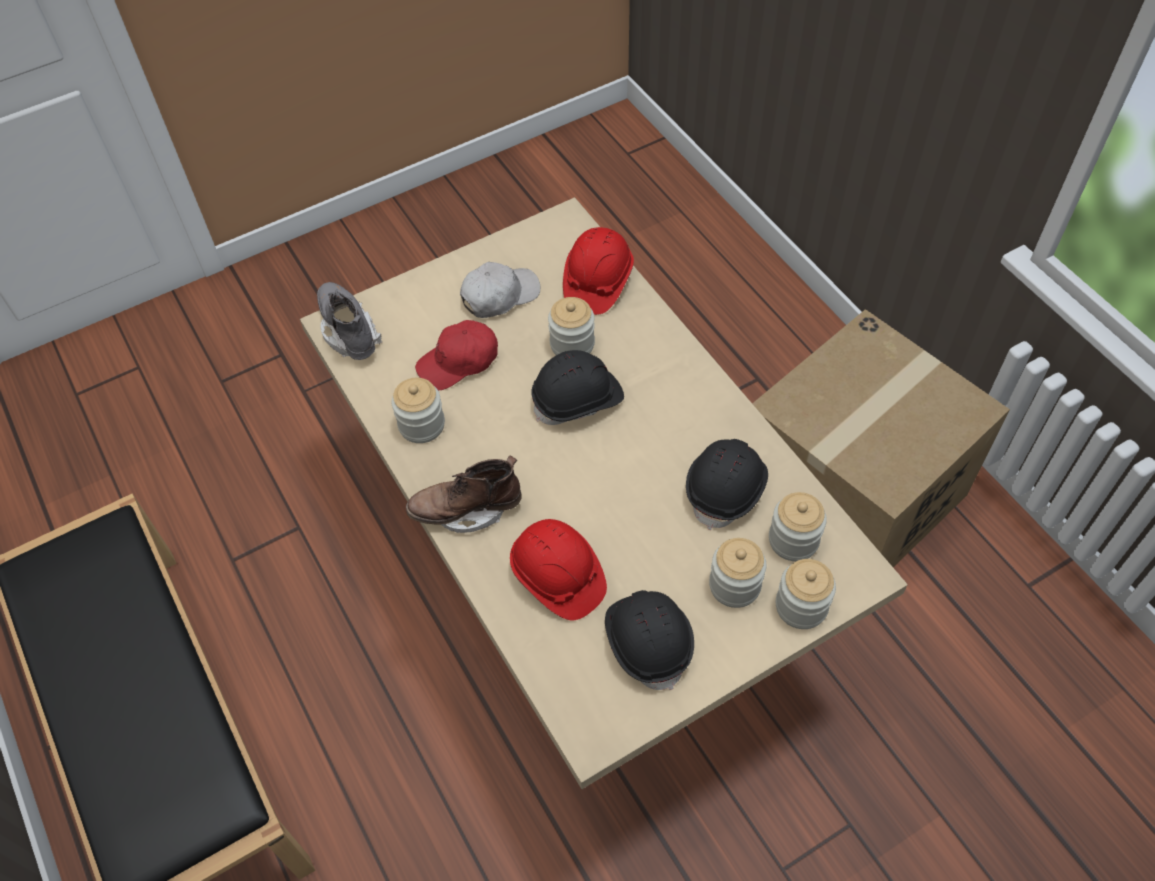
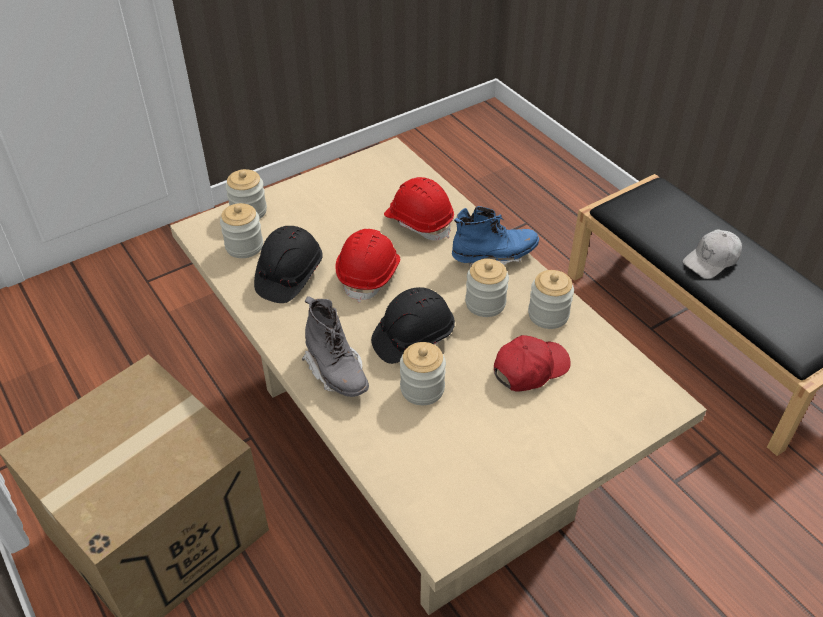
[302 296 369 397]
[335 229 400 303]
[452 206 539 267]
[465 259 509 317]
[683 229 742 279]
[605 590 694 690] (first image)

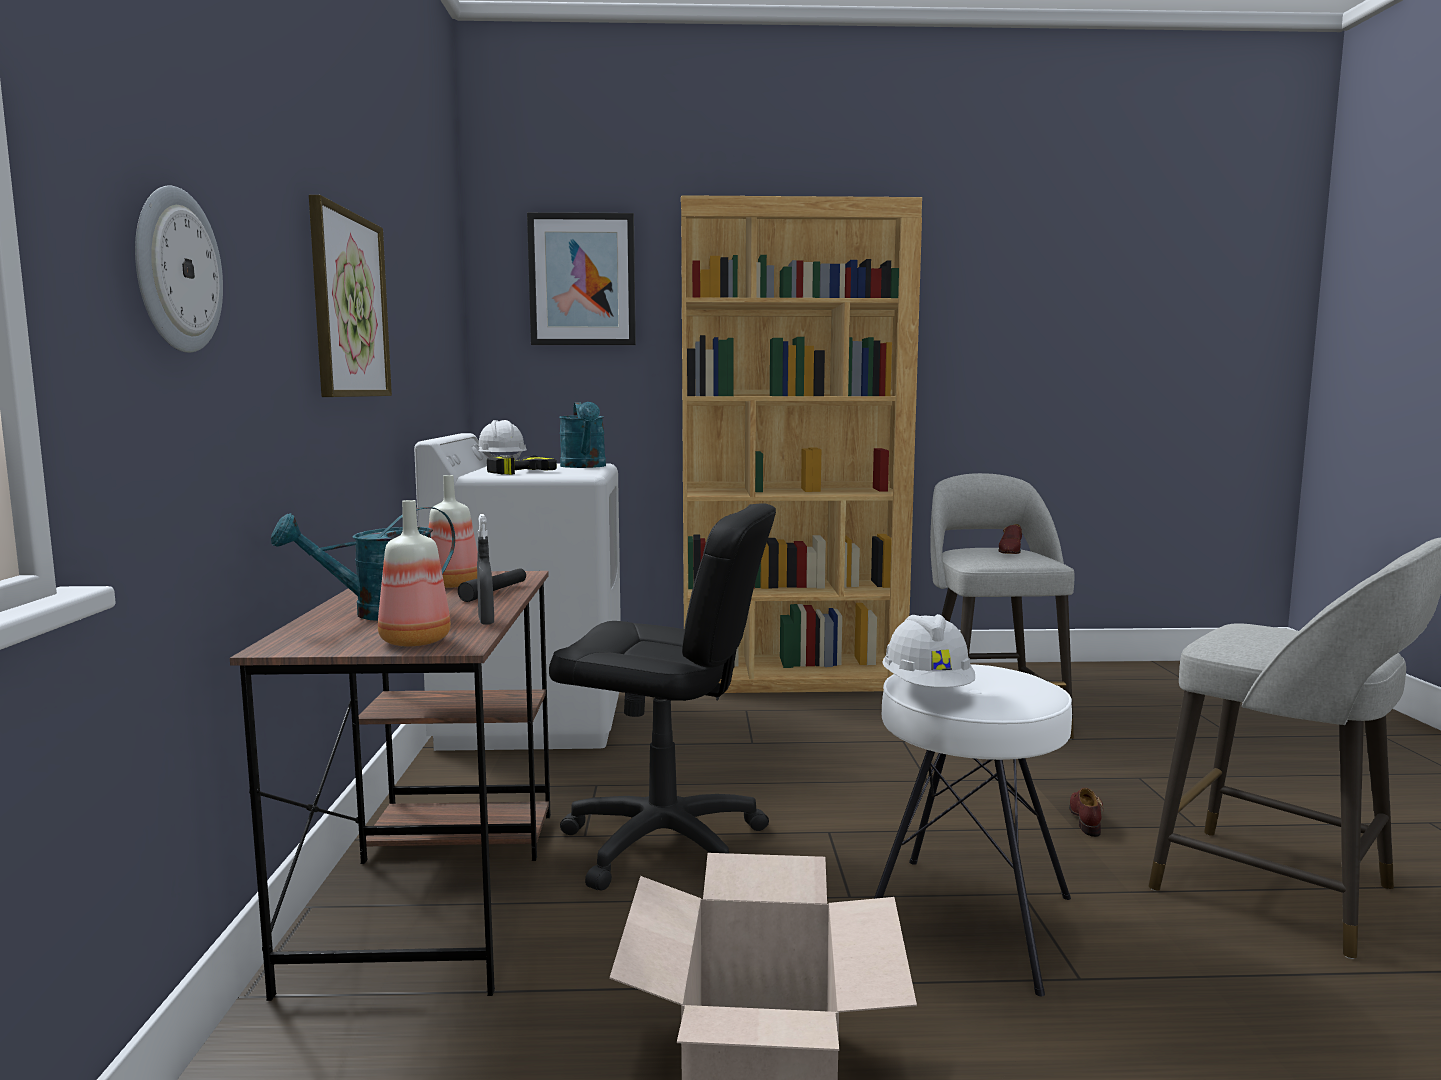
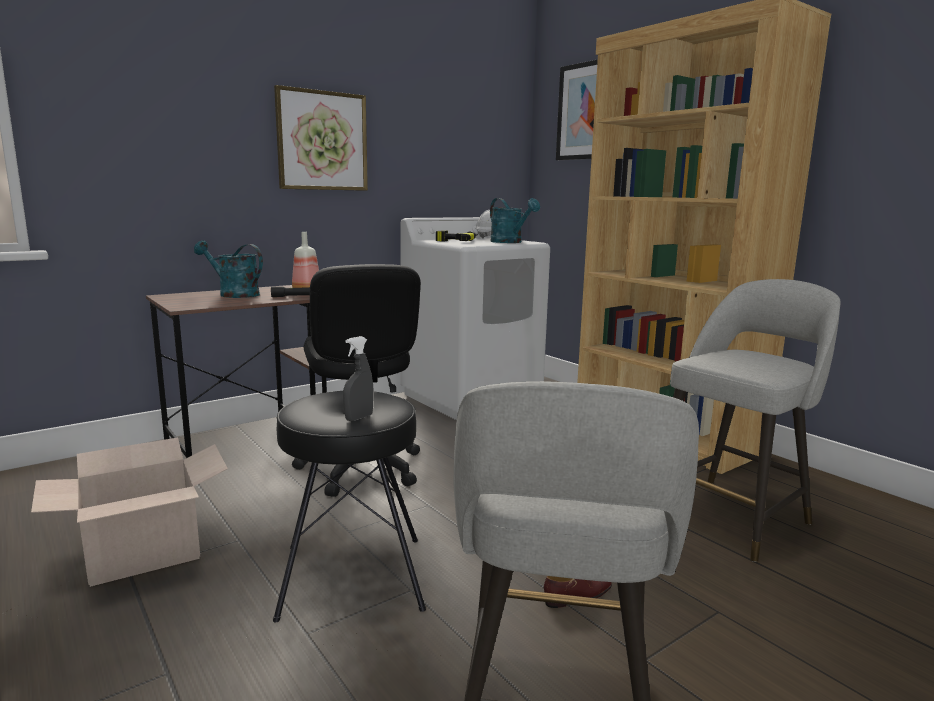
[273 391 426 622]
[343 336 374 421]
[490 198 540 243]
[135 185 223 353] (first image)
[378 500 451 646] (first image)
[882 614 975 688] (first image)
[999 524 1022 554] (first image)

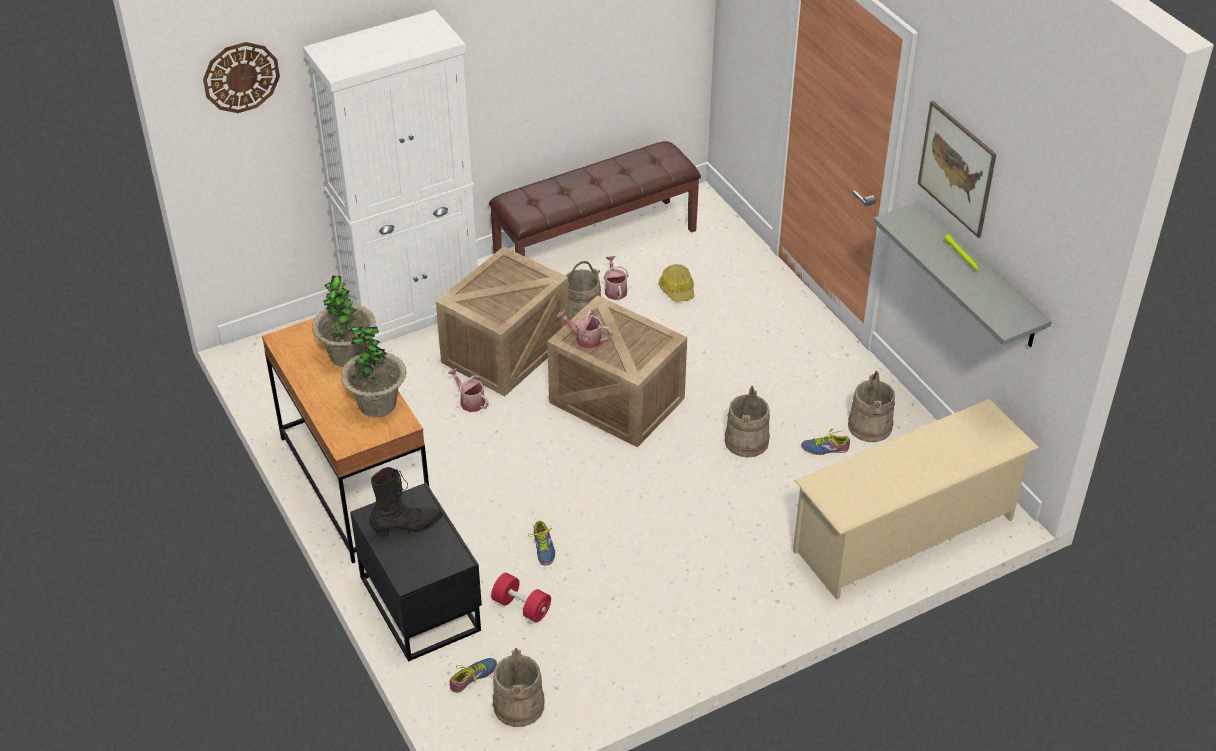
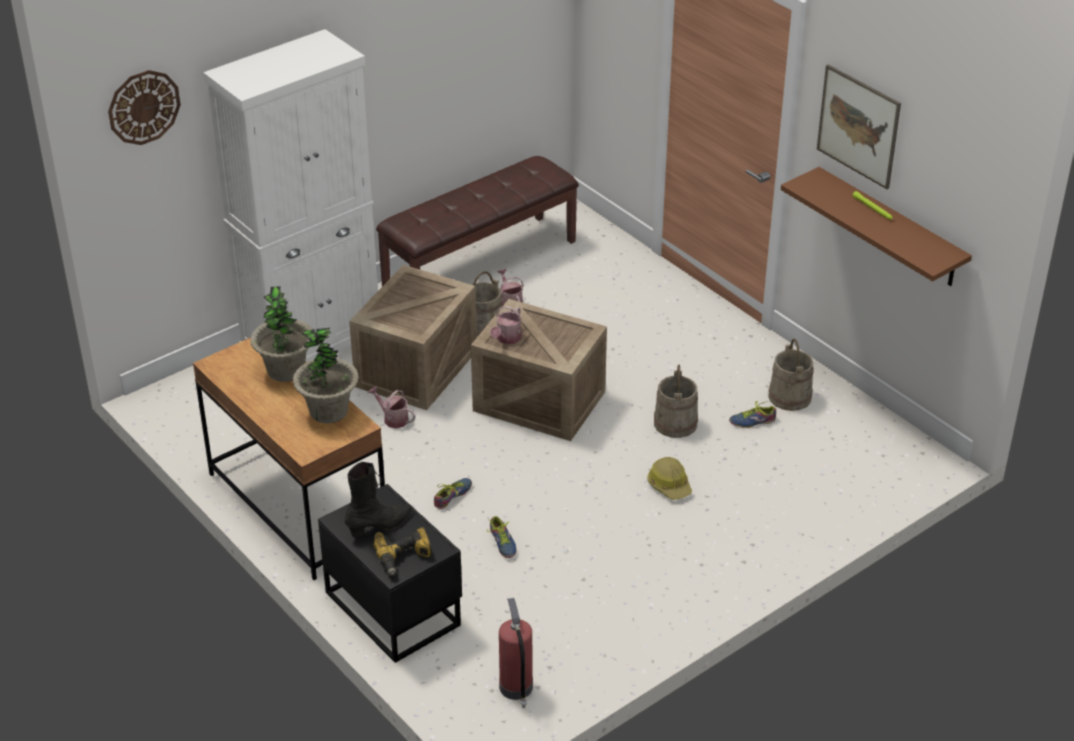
[373 528 432 575]
[434 478 472 509]
[490 306 522 344]
[499 598 533 708]
[647 457 692 500]
[781 167 972 286]
[491 573 551 622] (first image)
[793 399 1039 600] (first image)

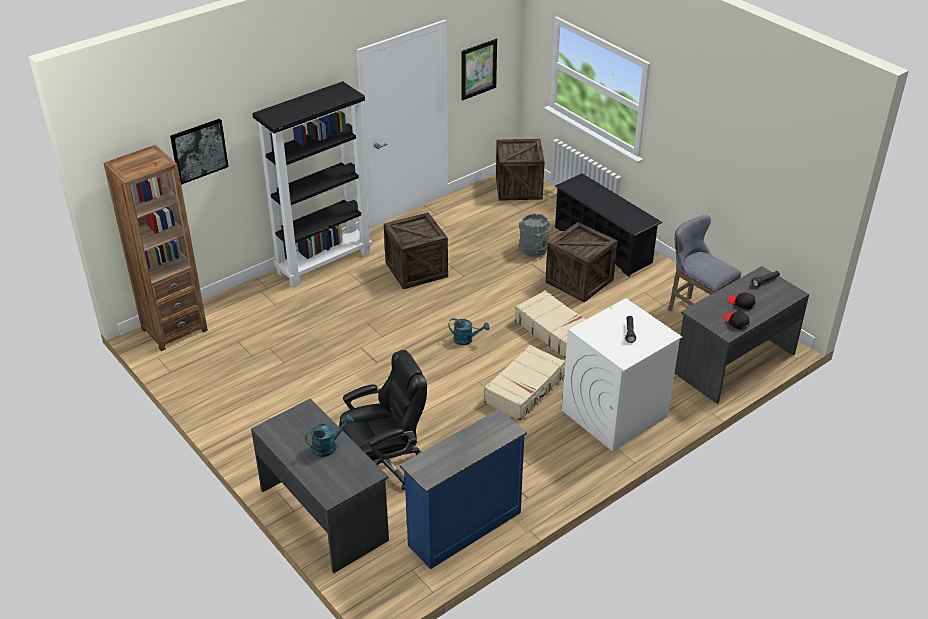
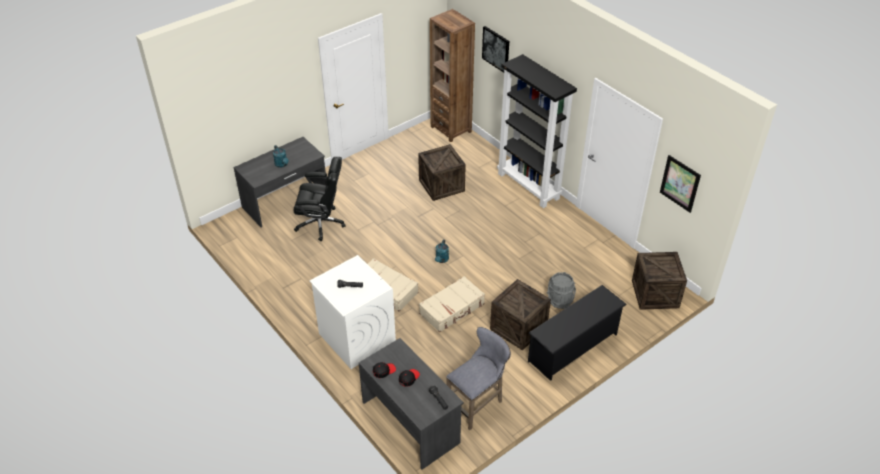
[294 157 346 241]
[418 144 466 201]
[400 409 527 569] (first image)

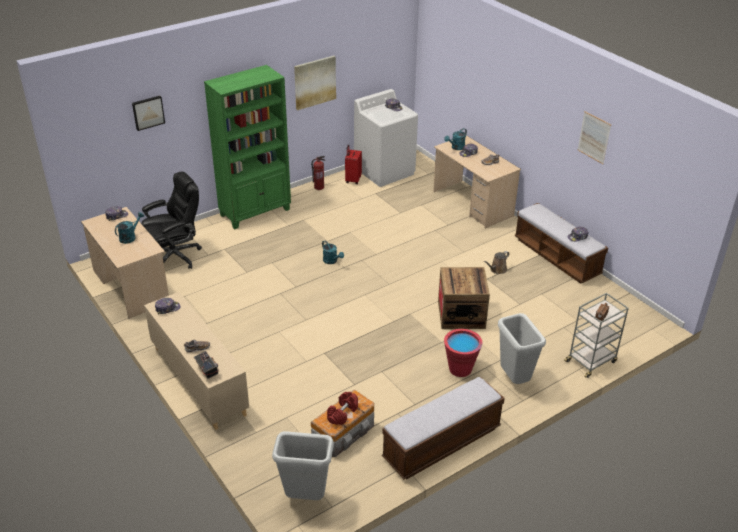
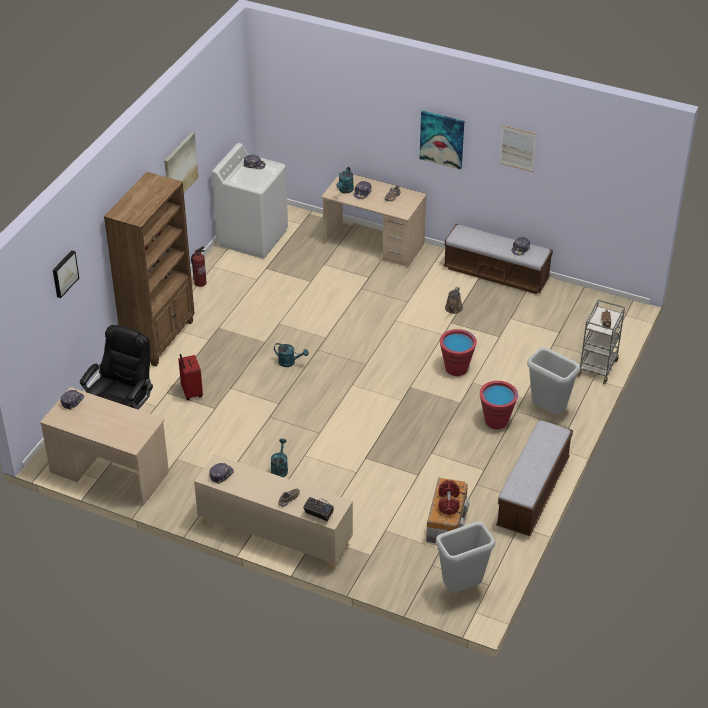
[104 172 195 367]
[178 354 203 400]
[271 439 288 477]
[420 111 464 170]
[440 329 477 376]

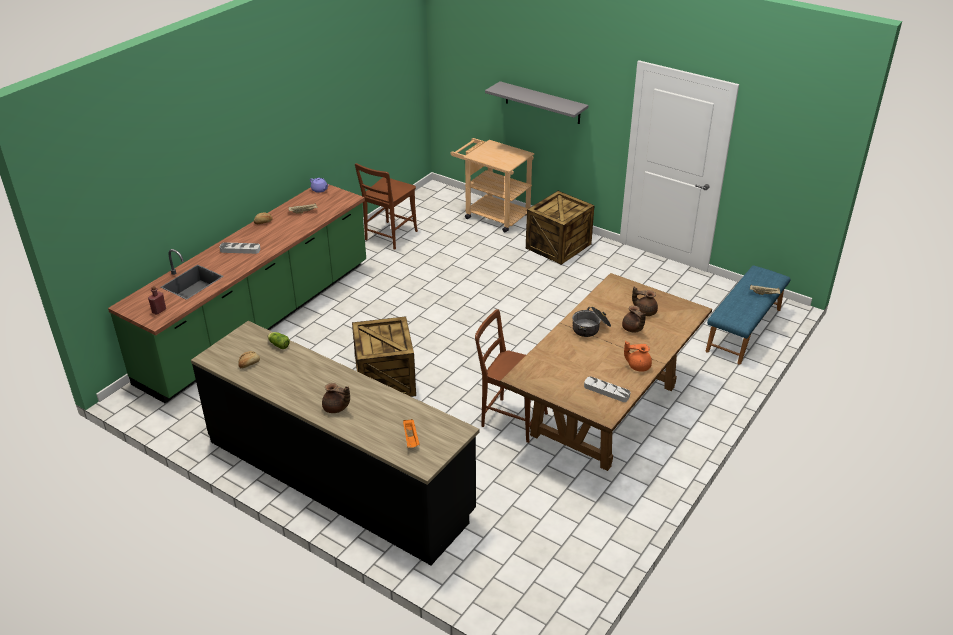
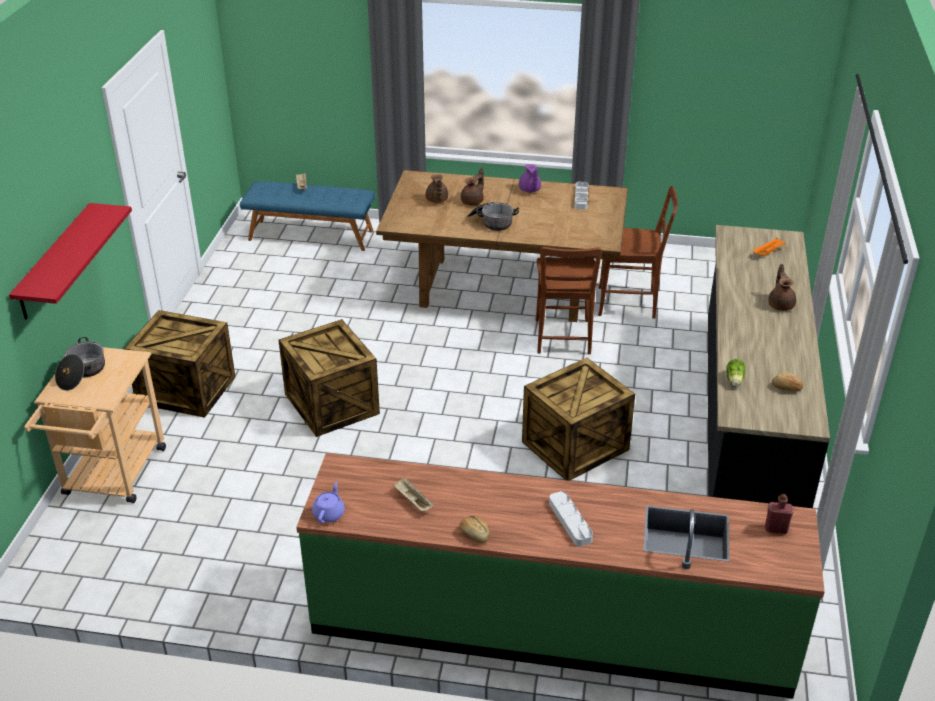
[9 203 132 319]
[55 337 105 391]
[279 319 380 437]
[519 164 541 192]
[598 186 678 319]

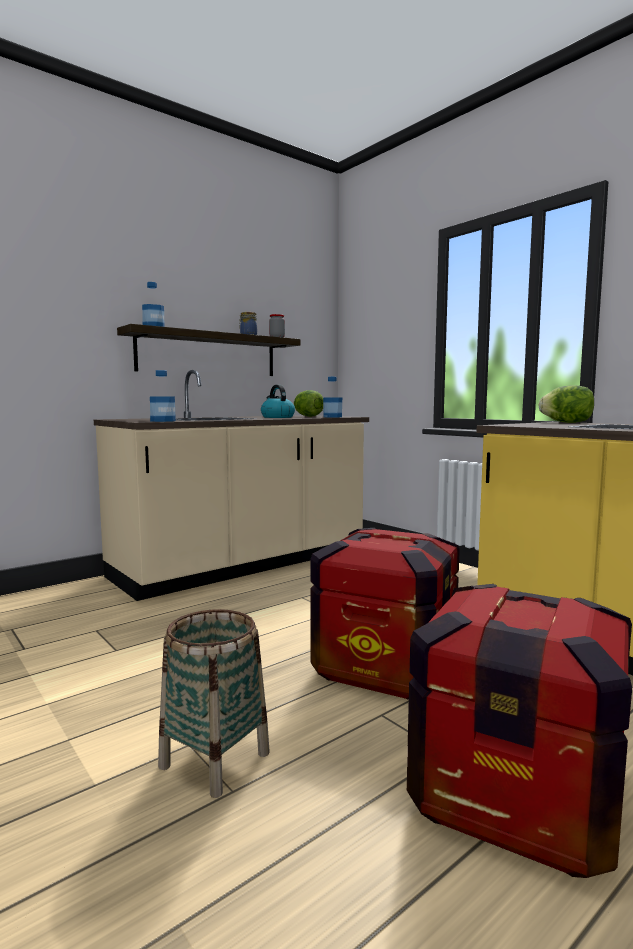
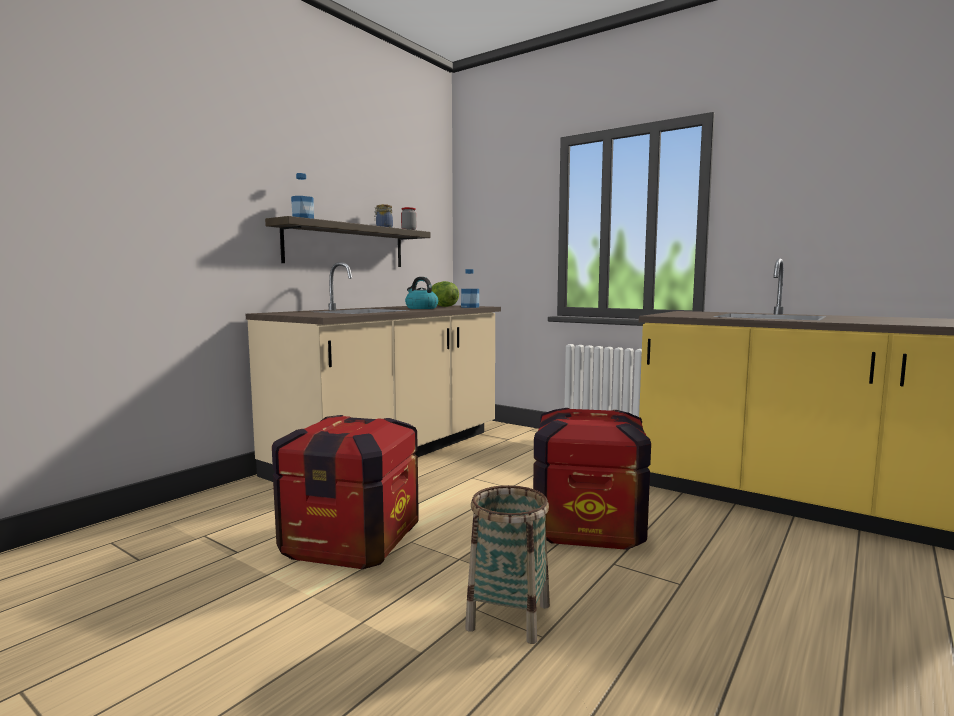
[272 415 419 569]
[150 370 176 422] (first image)
[538 385 594 423] (first image)

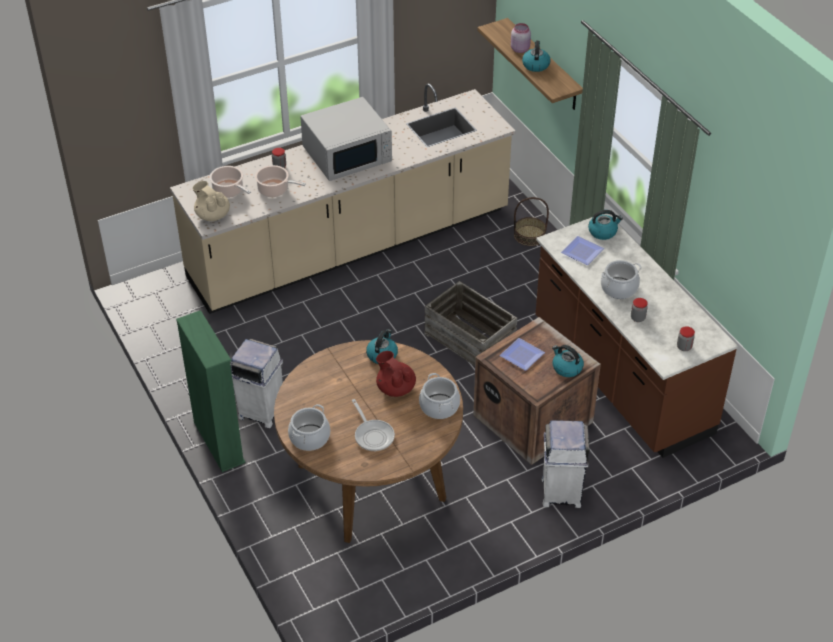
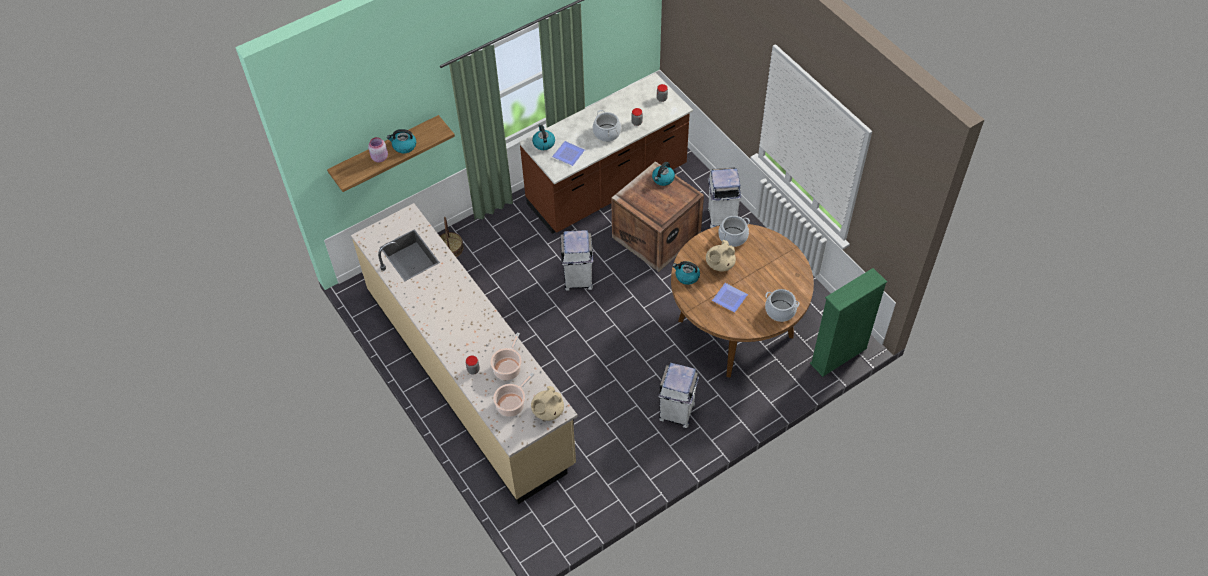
[560 230 593 291]
[706 240 736 271]
[712 283 748 313]
[810 268 887 377]
[300 97 392 181] (first image)
[352 399 395 451] (first image)

